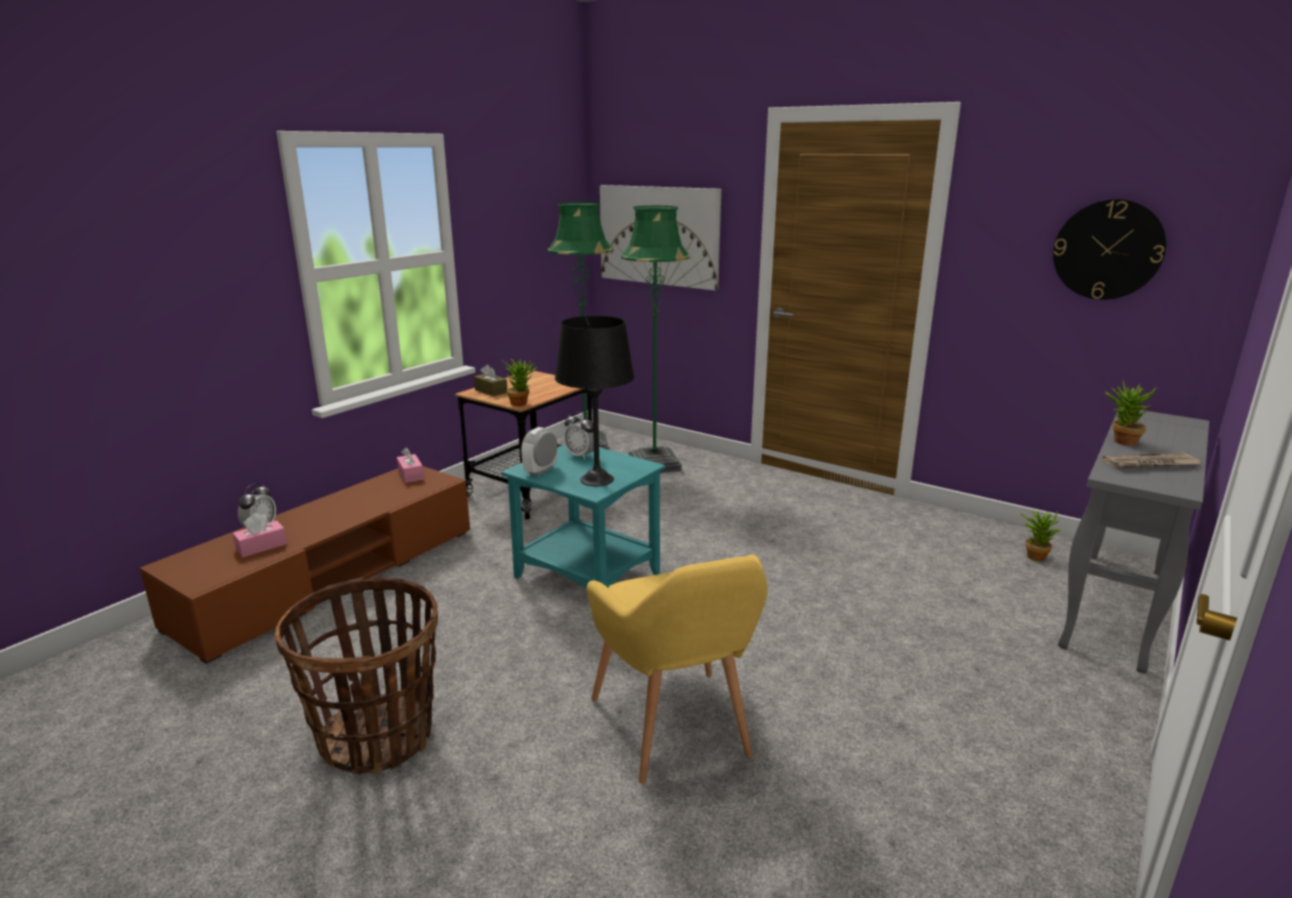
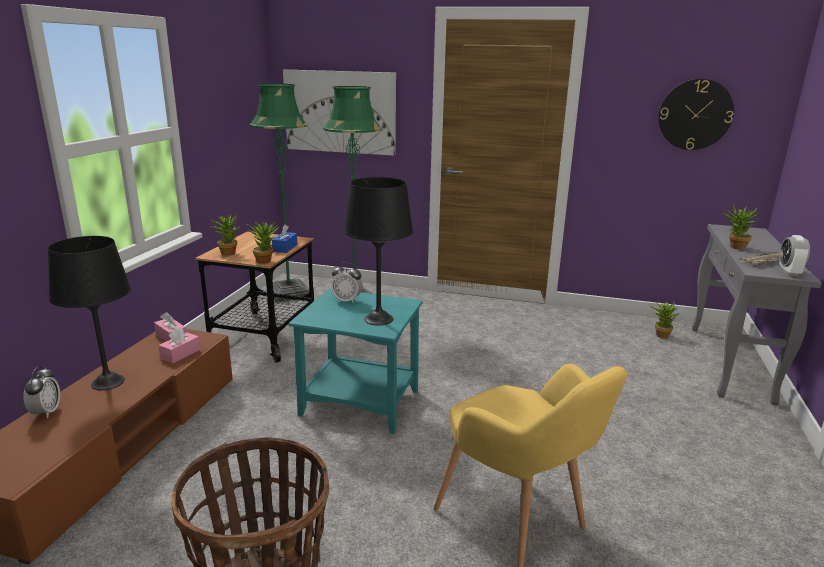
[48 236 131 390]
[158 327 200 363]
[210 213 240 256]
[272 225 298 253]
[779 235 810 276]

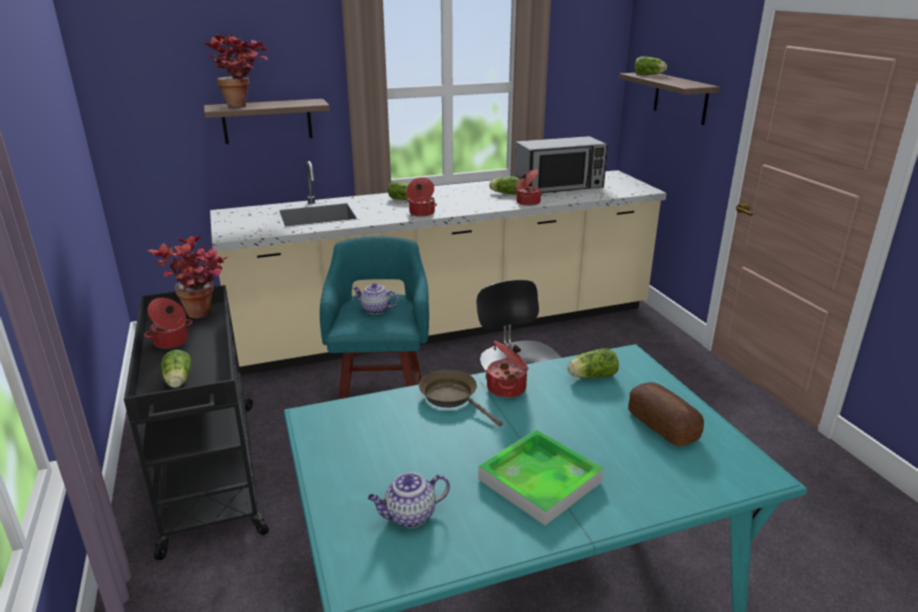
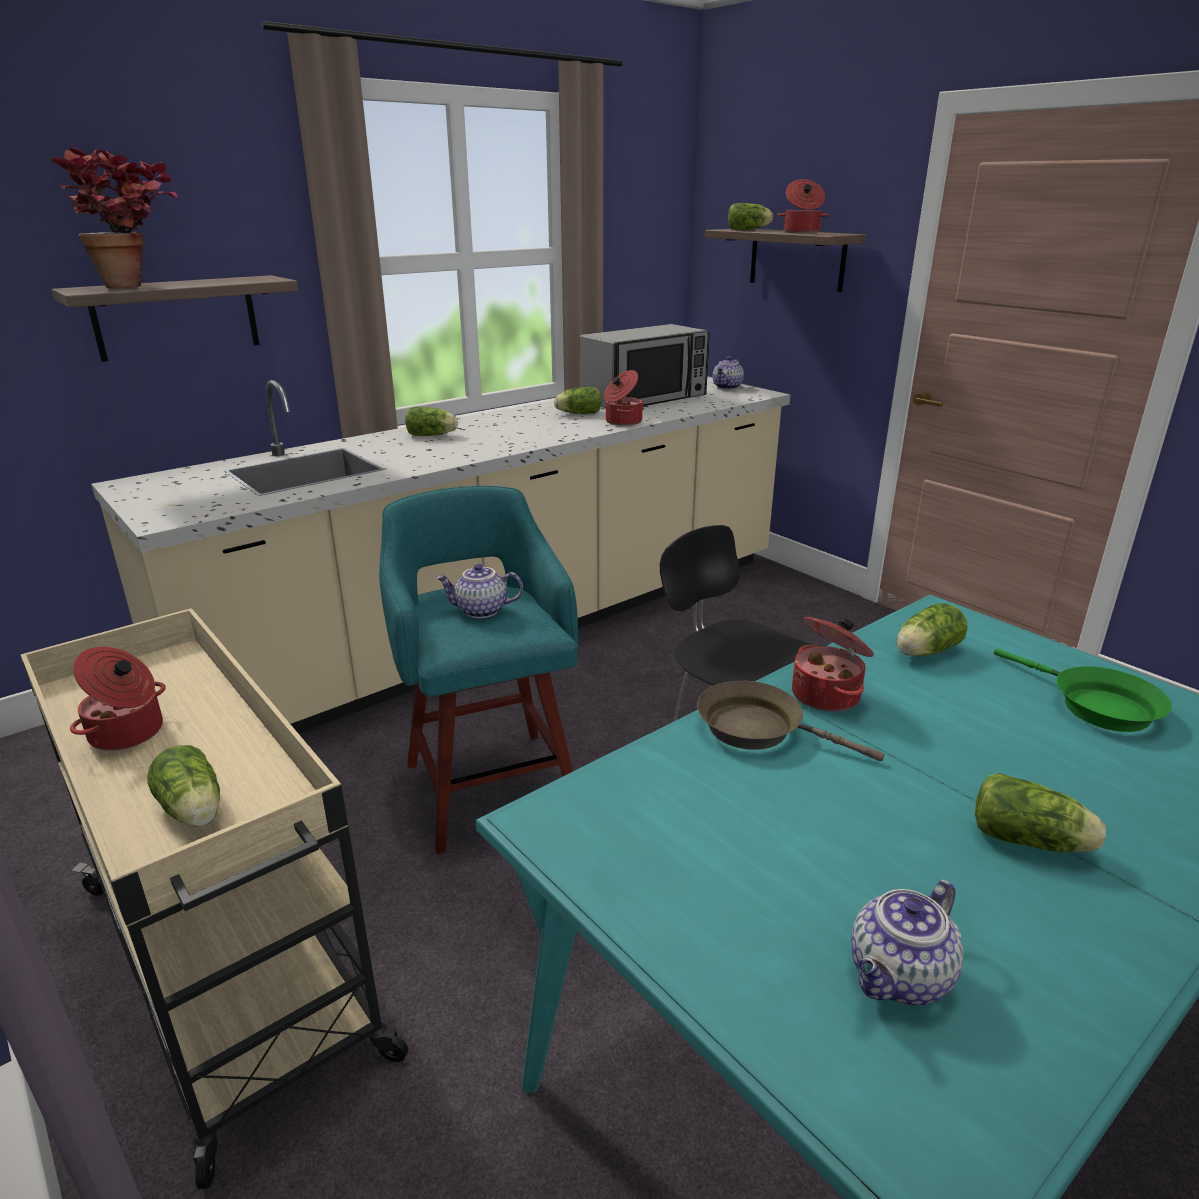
[21 608 408 1190]
[713 356 744 390]
[777 179 829 234]
[975 773 1106 853]
[994 649 1172 732]
[147 236 230 319] (first image)

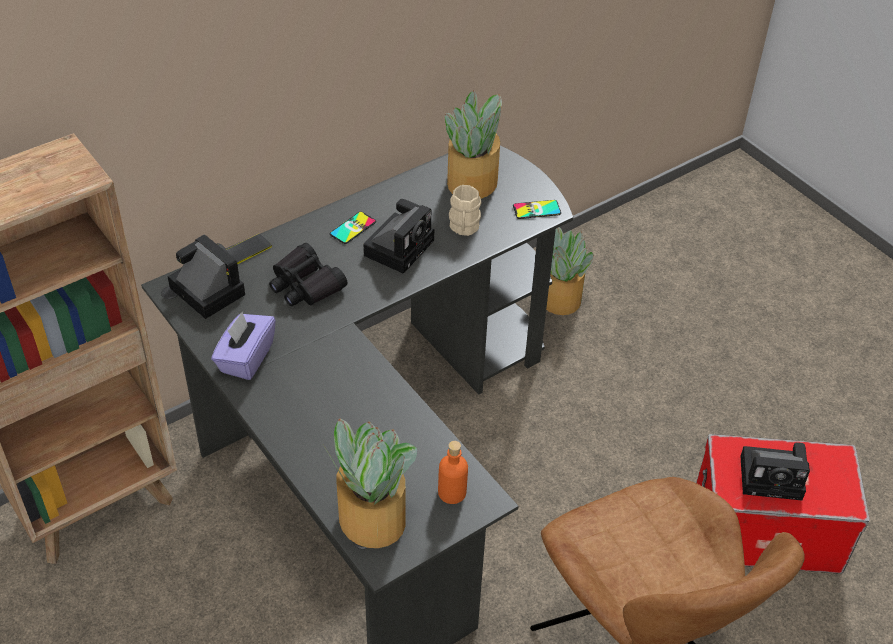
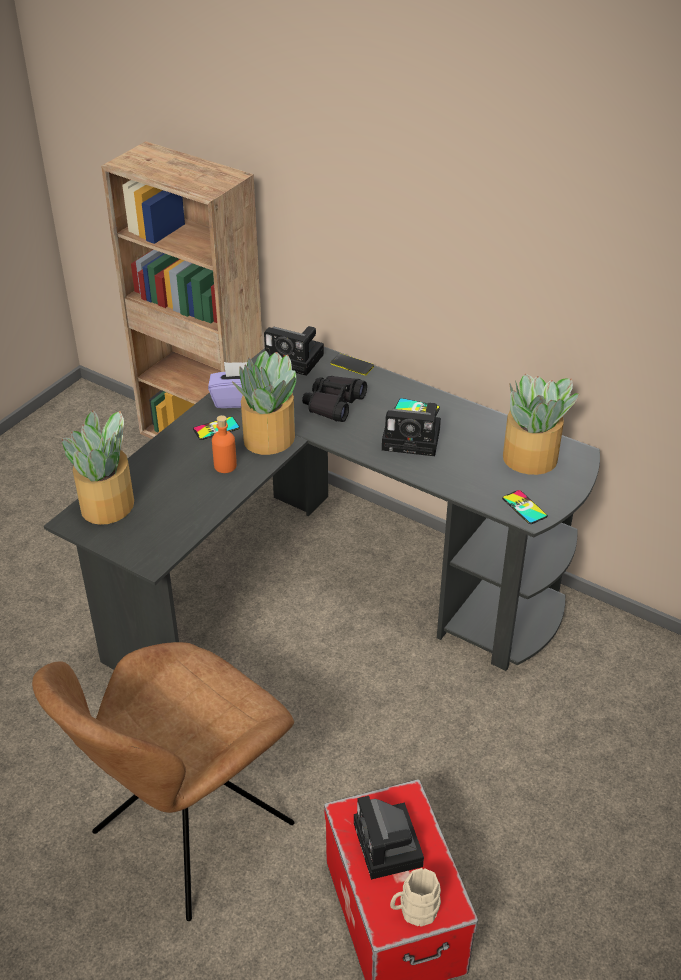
[193 417 240 440]
[212 415 237 473]
[232 351 296 455]
[264 326 324 376]
[390 868 441 926]

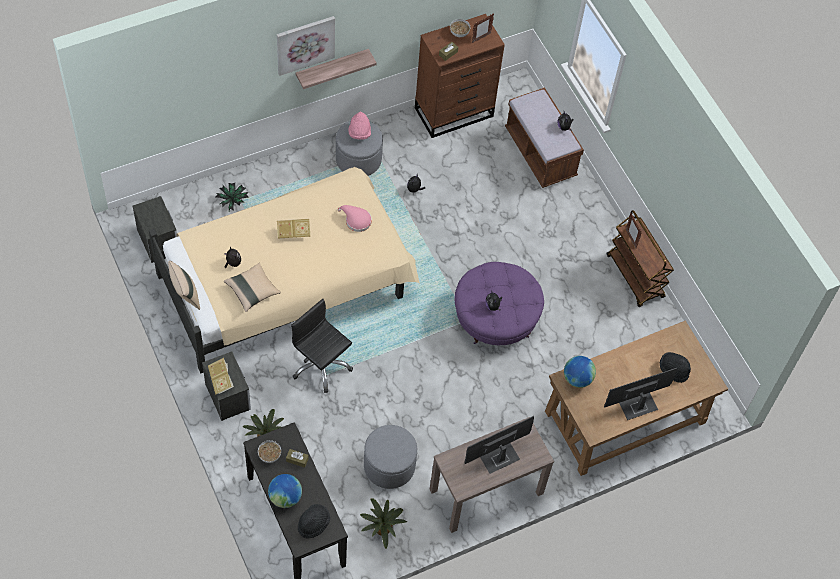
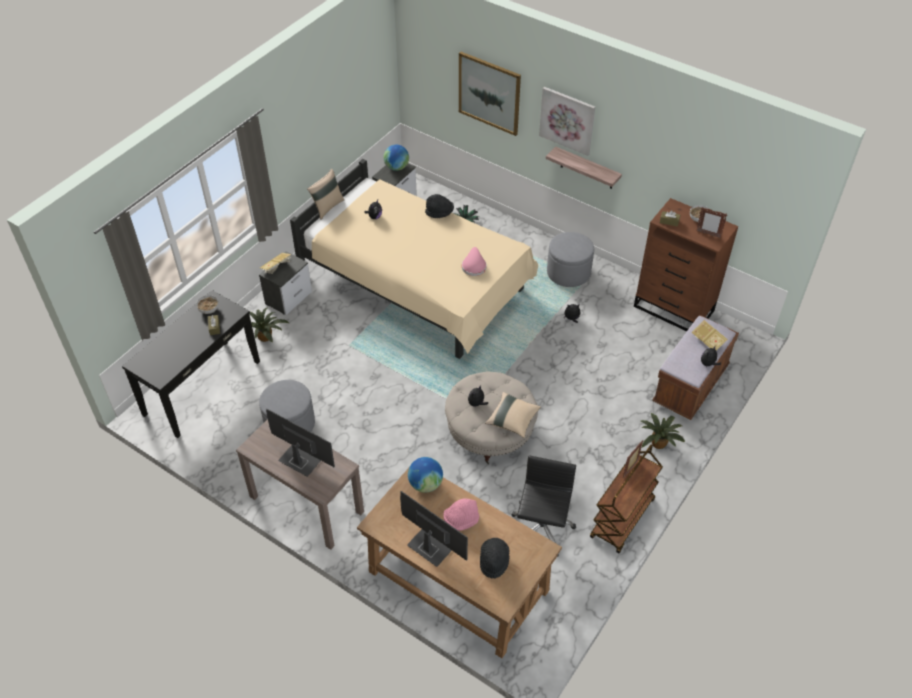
[383 145 409 171]
[425 194 454 218]
[443 498 479 531]
[445 371 538 464]
[459 52 521 136]
[485 392 541 438]
[511 455 576 557]
[641 413 685 449]
[691 320 728 351]

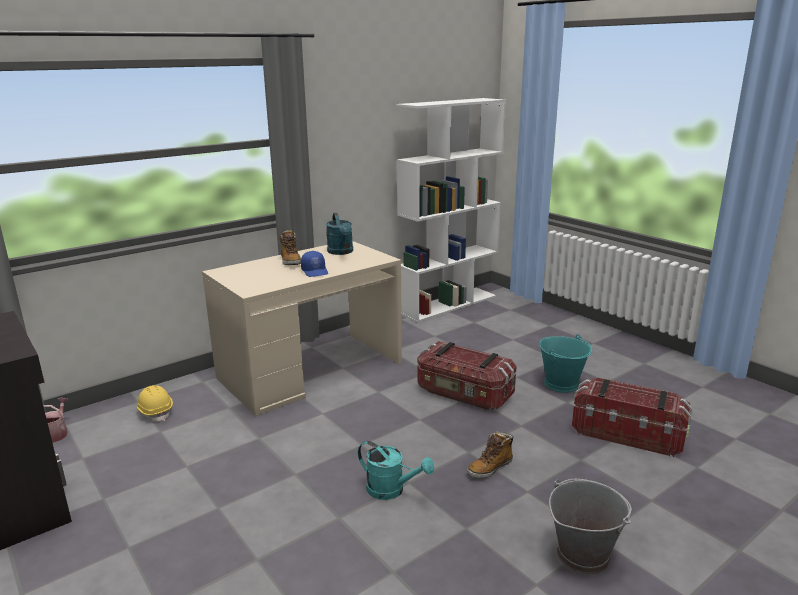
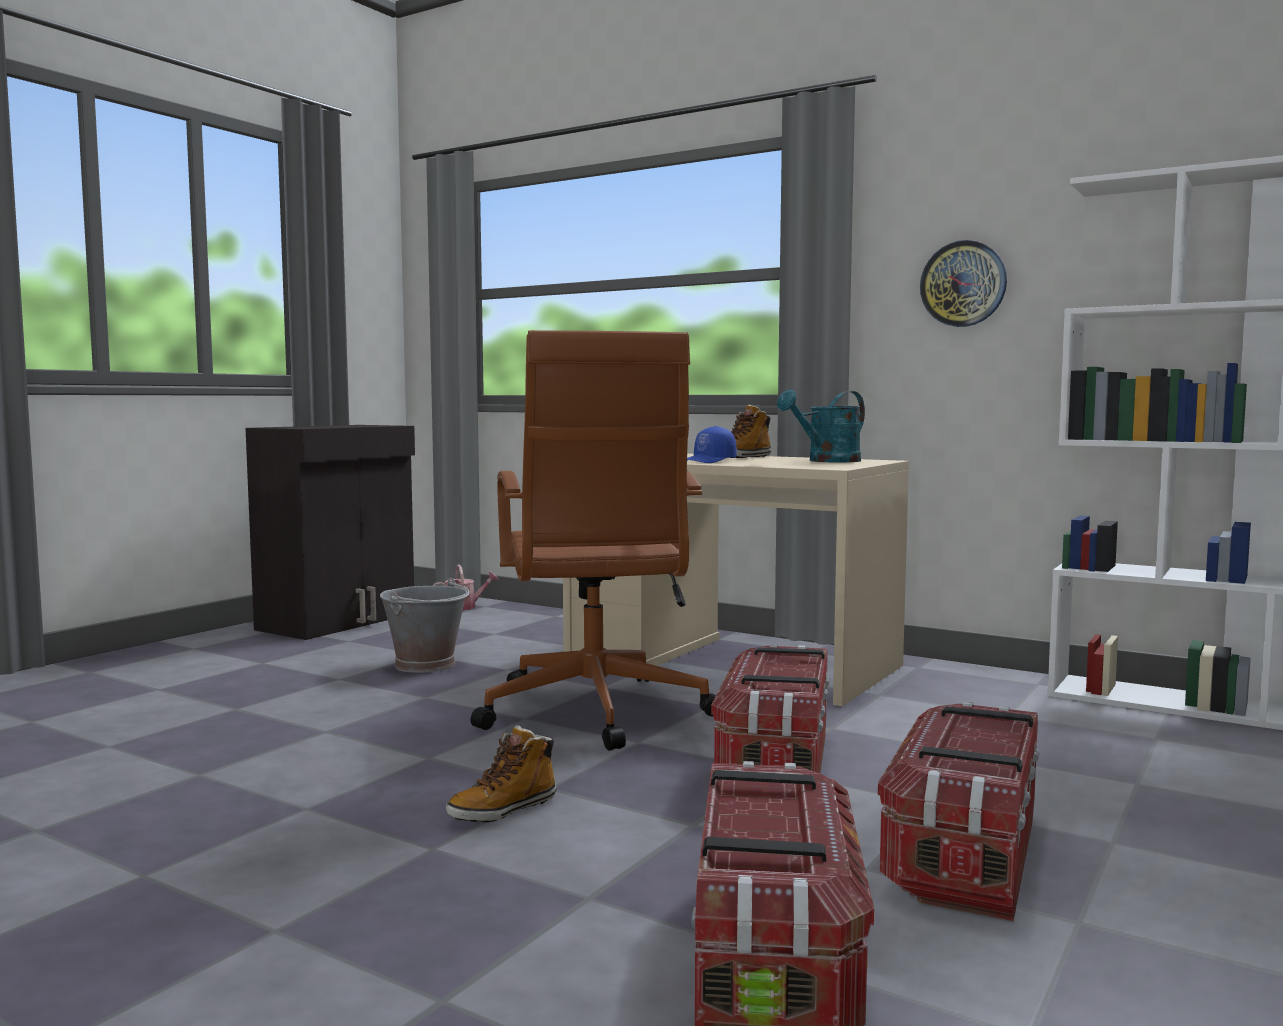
[380 578 470 673]
[446 725 556 822]
[471 330 716 751]
[878 701 1039 922]
[920 240 1007 327]
[136 385 173 422] (first image)
[358 441 434 500] (first image)

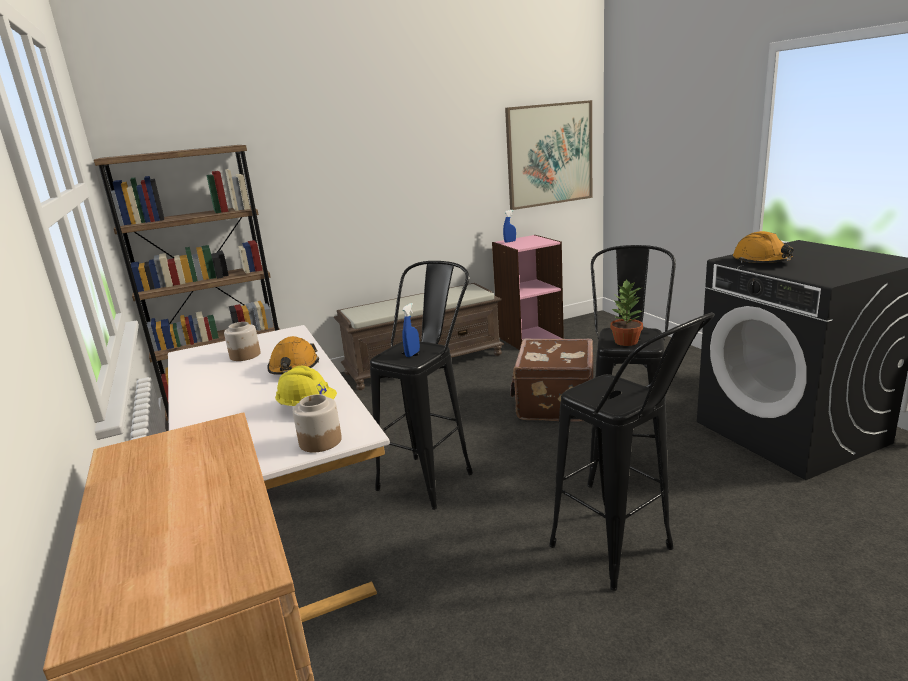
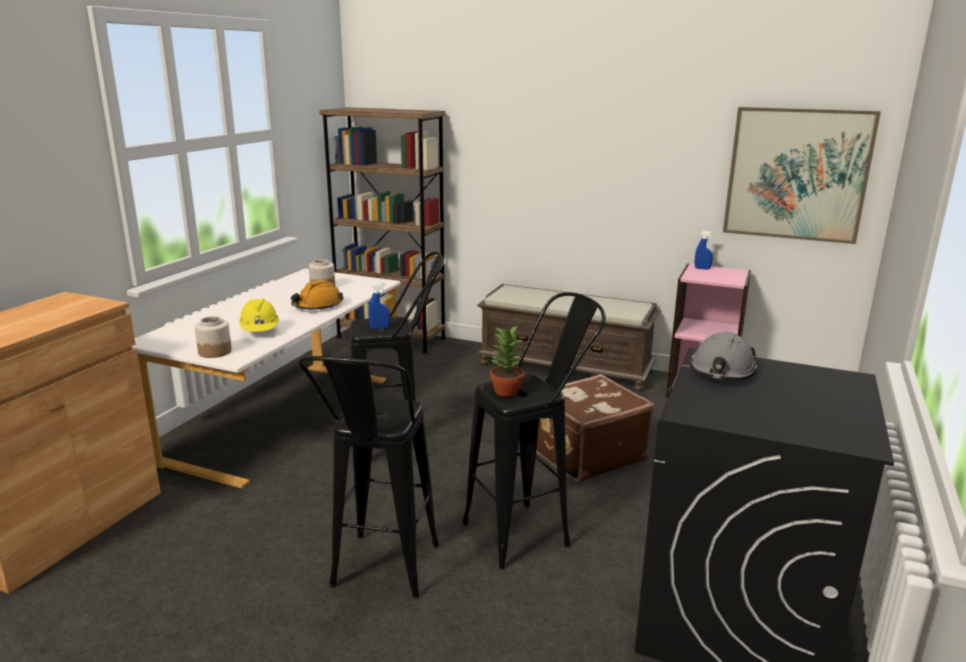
[690 331 758 380]

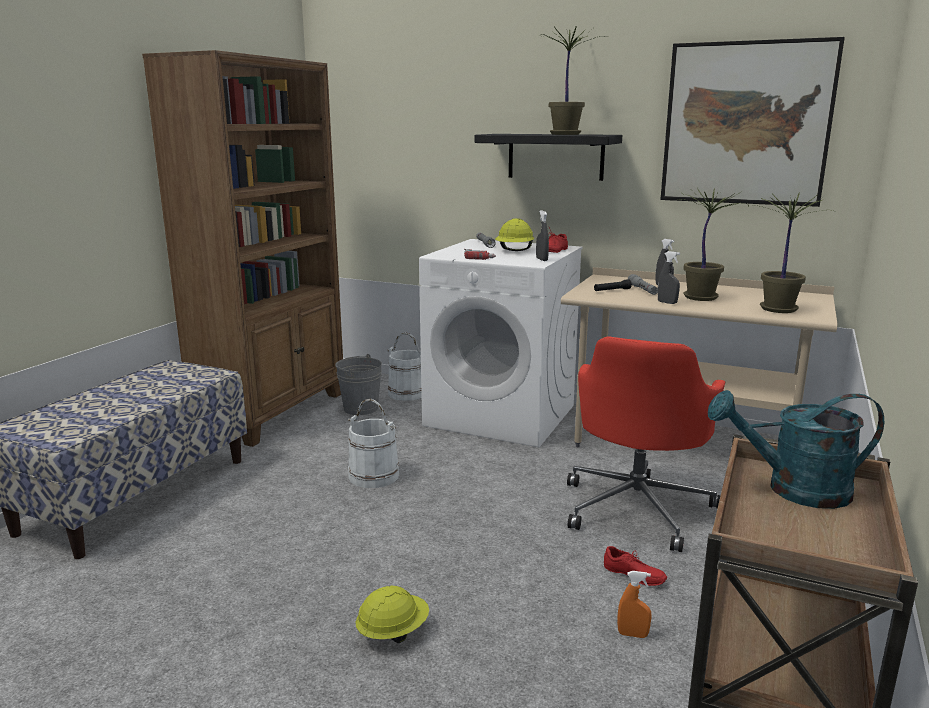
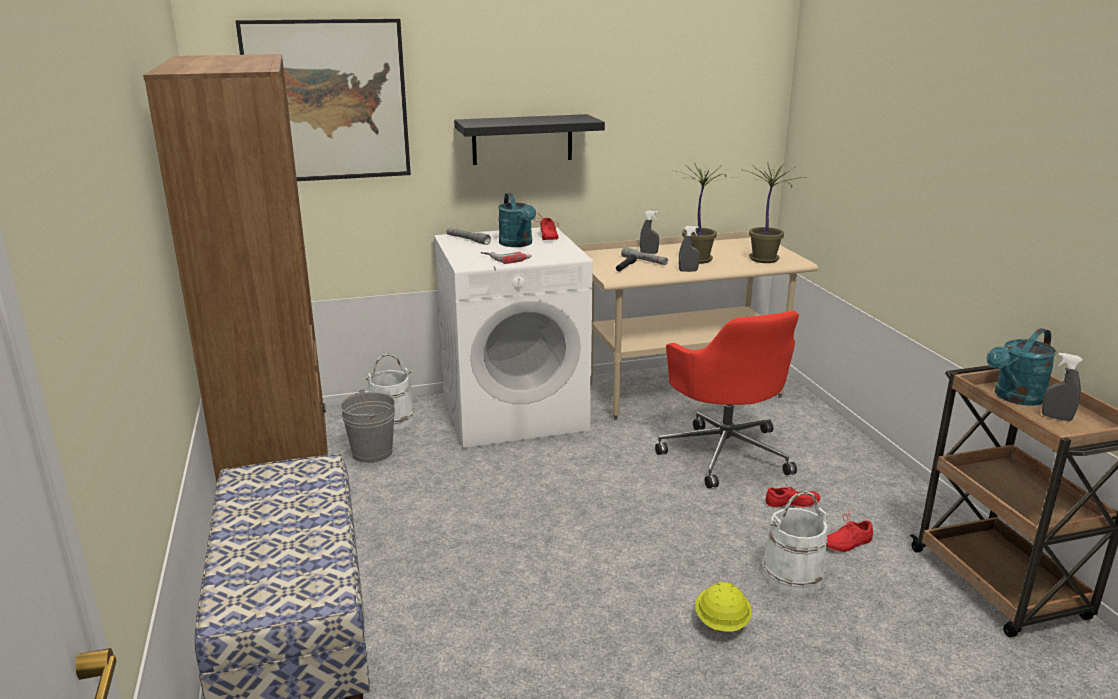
[236 19 411 181]
[498 193 536 247]
[762 491 829 595]
[826 516 873 552]
[1042 353 1083 421]
[542 27 607 135] (first image)

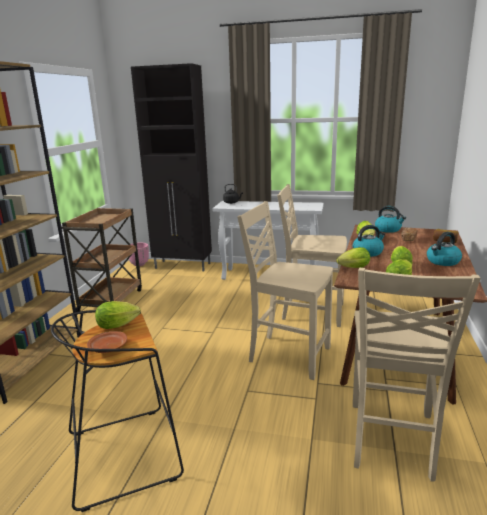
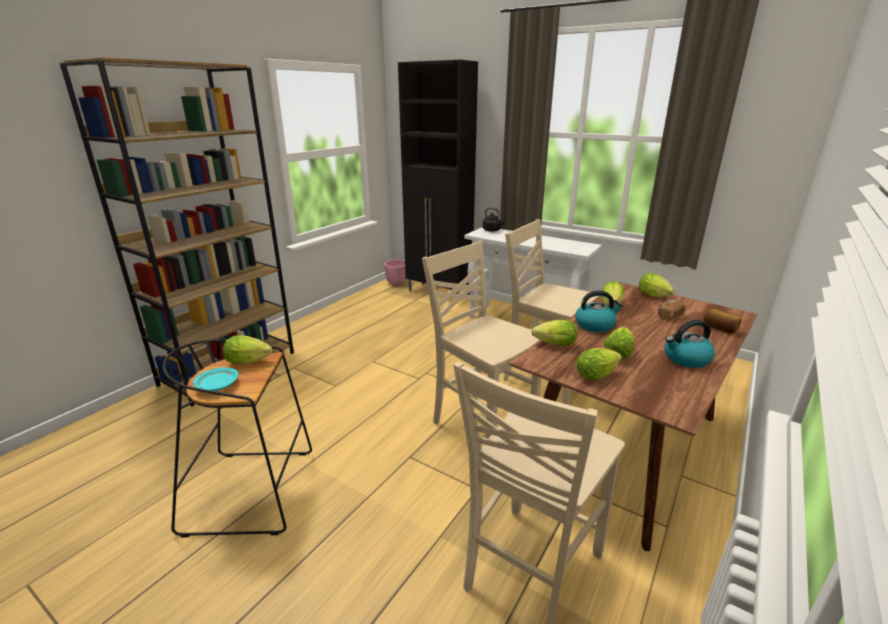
[193 367 238 391]
[639 273 675 297]
[61 208 142 312] (first image)

